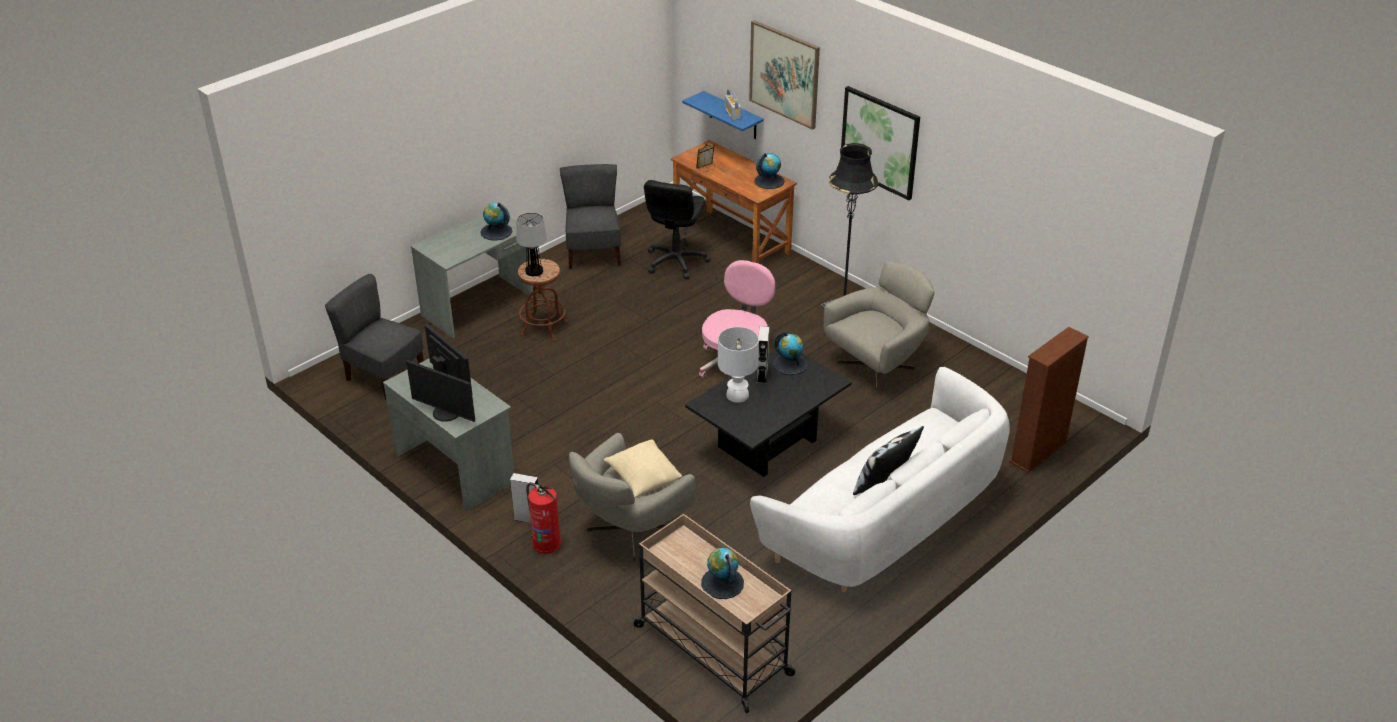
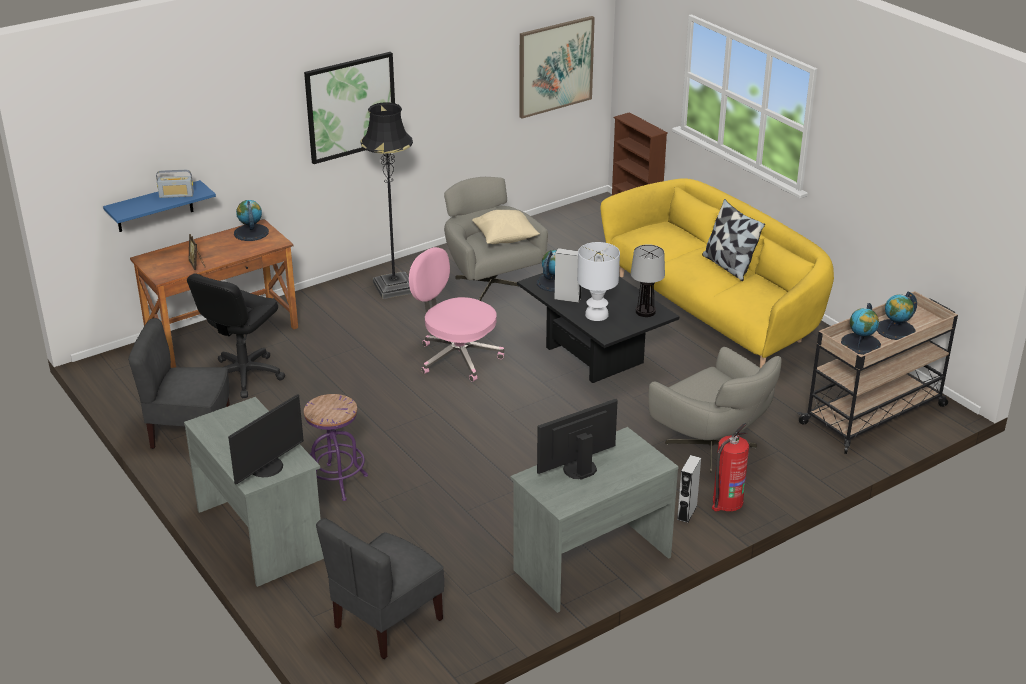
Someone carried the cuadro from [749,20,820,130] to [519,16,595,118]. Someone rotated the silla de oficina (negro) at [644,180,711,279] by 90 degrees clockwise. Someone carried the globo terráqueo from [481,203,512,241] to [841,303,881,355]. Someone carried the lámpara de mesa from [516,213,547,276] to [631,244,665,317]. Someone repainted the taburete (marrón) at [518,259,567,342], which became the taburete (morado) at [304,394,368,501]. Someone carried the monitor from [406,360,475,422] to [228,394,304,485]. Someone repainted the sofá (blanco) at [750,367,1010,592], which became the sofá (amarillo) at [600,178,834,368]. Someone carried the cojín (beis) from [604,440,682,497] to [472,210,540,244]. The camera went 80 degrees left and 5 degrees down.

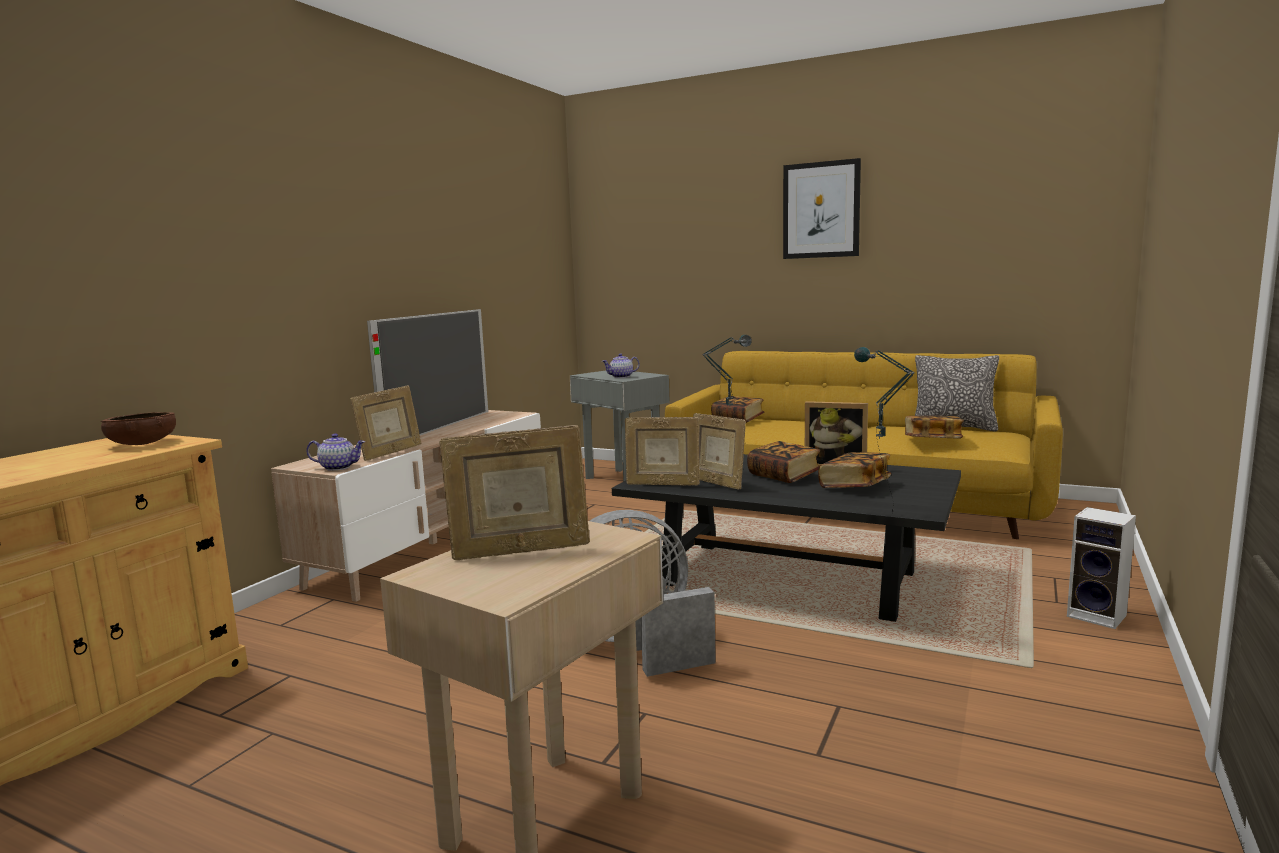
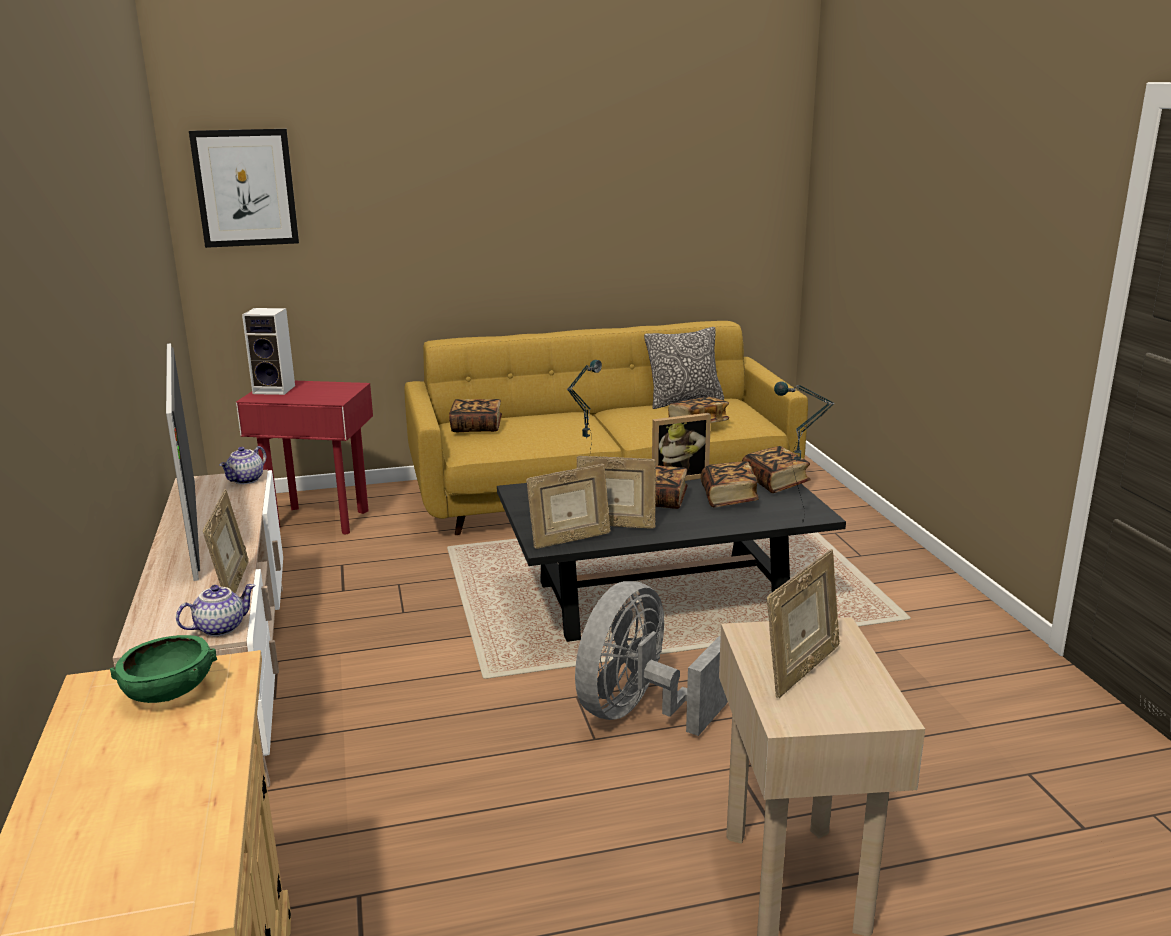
Someone carried the cuadro from [783,158,861,259] to [189,129,299,248]. Someone carried the tetera from [602,353,640,378] to [219,446,266,484]. Someone repainted the mesa auxiliar (gris) at [570,370,670,482], which became the mesa auxiliar (rojo) at [236,381,373,534]. Someone repainted the cuenco (marrón) at [101,412,176,445], which became the cuenco (verde) at [110,635,217,703]. Someone carried the altavoz from [1067,507,1136,629] to [242,308,295,395]. Someone put down the libro at [742,446,811,493]. The camera went 40 degrees left and 10 degrees up.

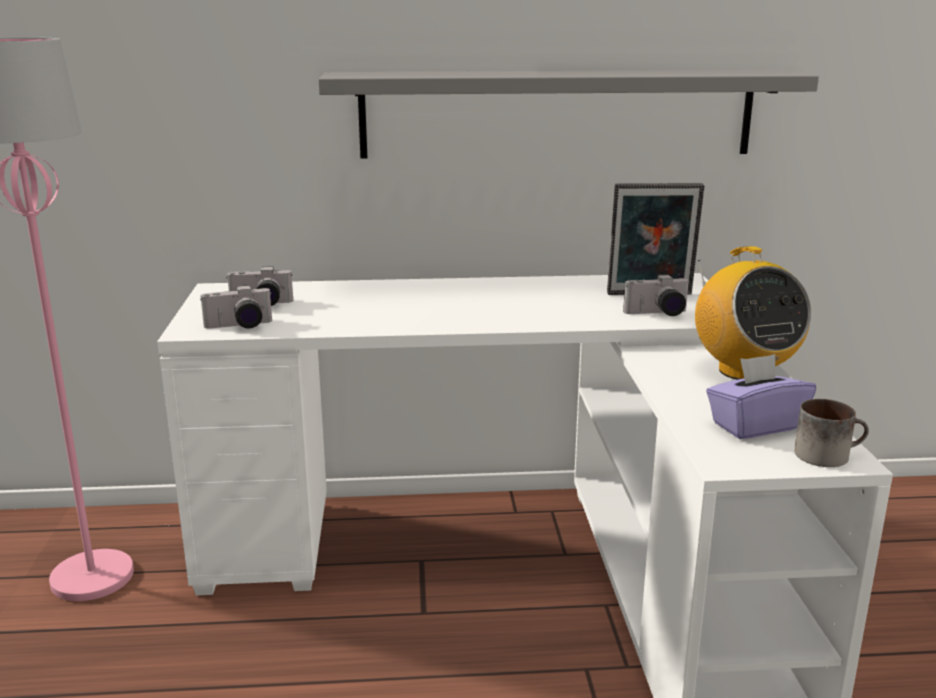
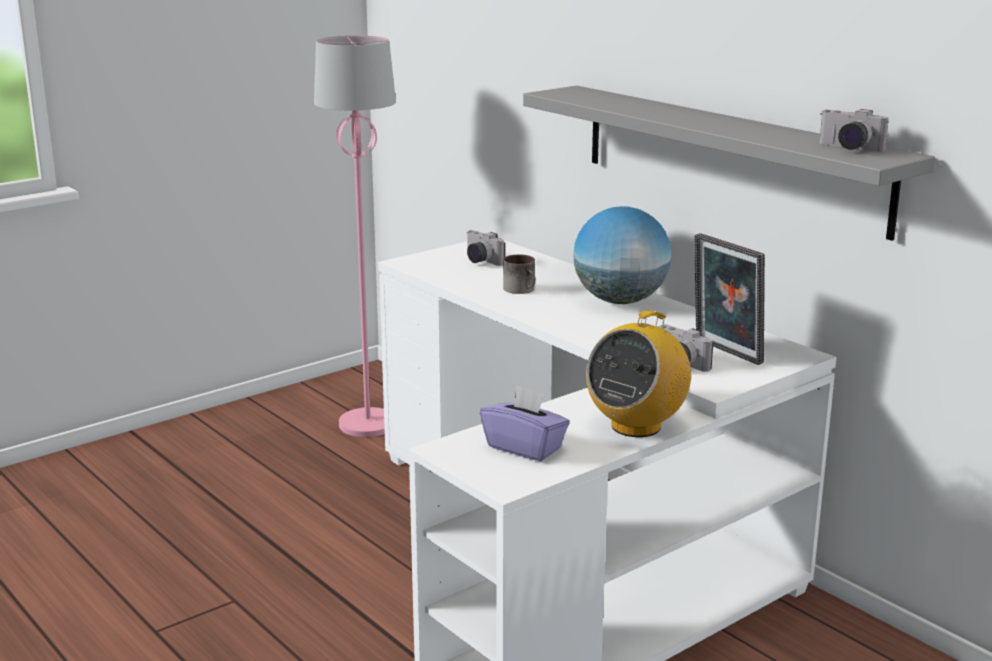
Someone carried the cámara from [200,285,272,329] to [819,109,889,152]. Someone carried the taza grande from [794,399,869,467] to [503,254,536,294]. Someone put down the globo terráqueo at [573,206,671,304]. The camera went 55 degrees right and 0 degrees up.

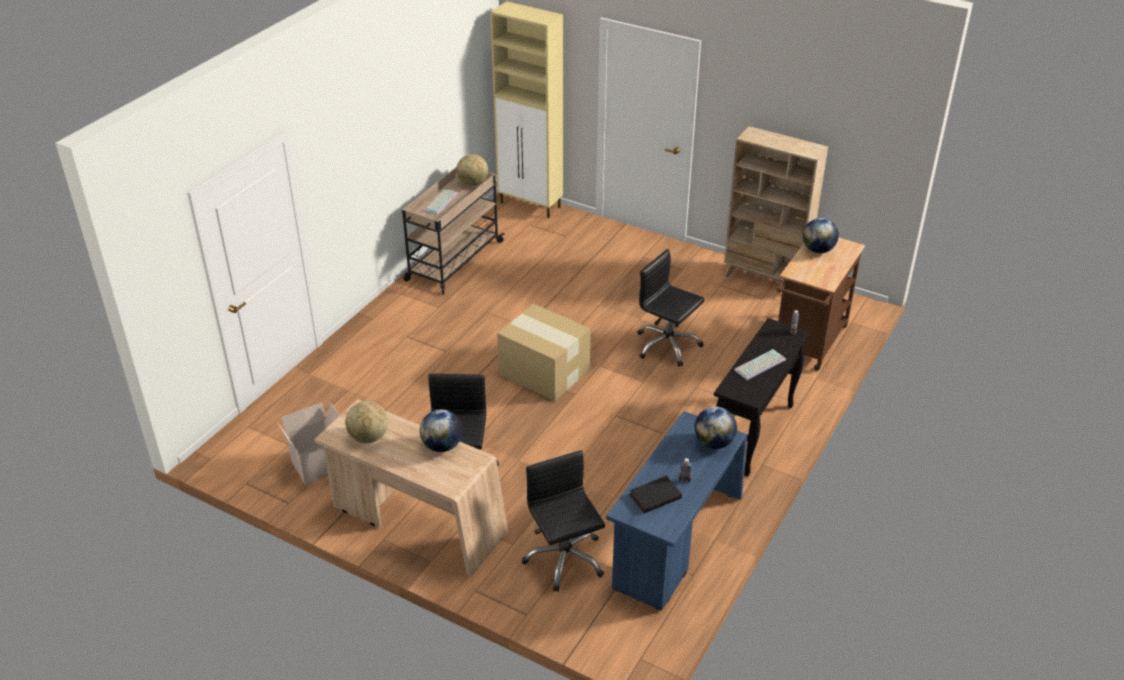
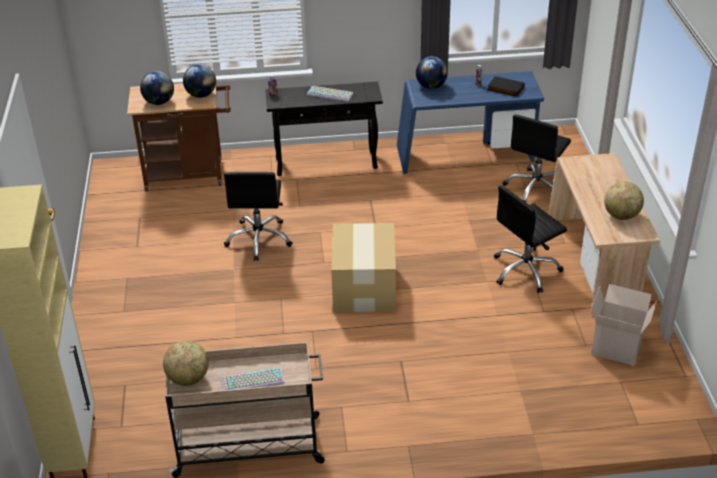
Someone took away the estantería (beis) at [724,126,828,282]. Someone carried the globo terráqueo from [420,410,462,452] to [183,64,216,98]. The camera went 125 degrees left and 0 degrees up.

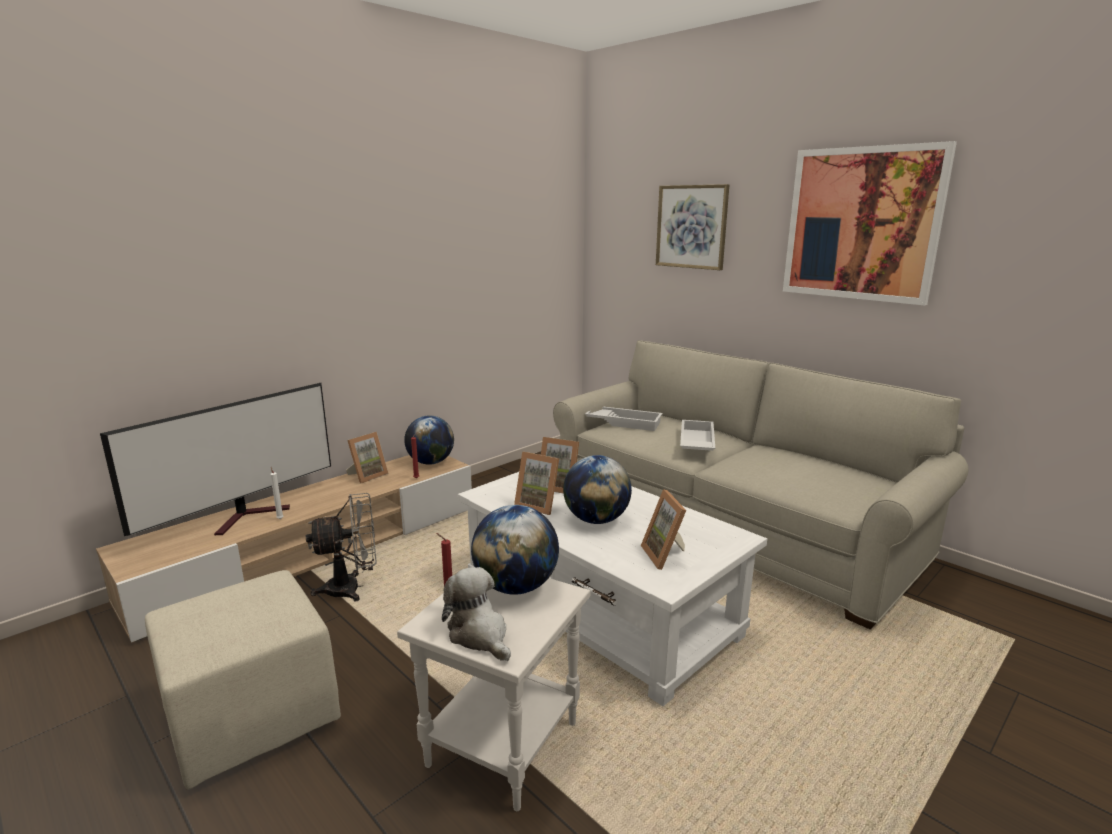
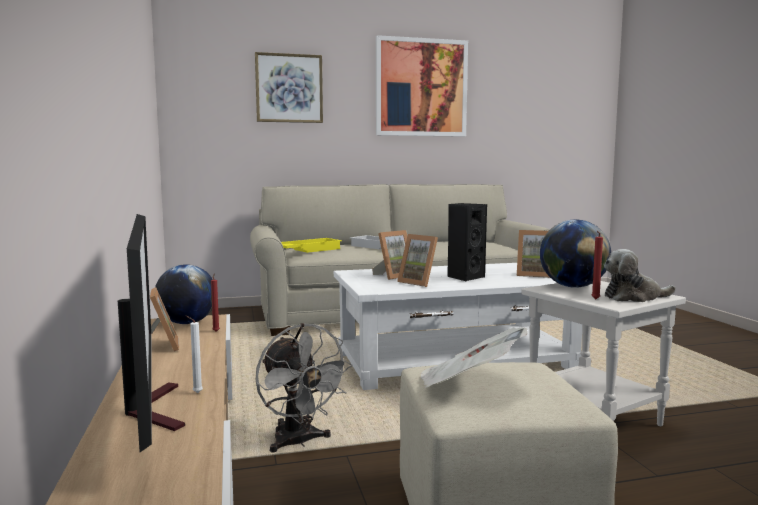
Someone repainted the bandeja (blanco) at [585,407,663,431], which became the bandeja (amarillo) at [281,238,342,253]. Someone rotated the portarretratos at [514,452,559,515] by 75 degrees clockwise. Someone swapped the globo terráqueo at [563,455,632,524] for the altavoz (negro) at [447,203,487,281]. Someone rotated the ventilador (gris) at [306,493,377,602] by 135 degrees clockwise. Someone put down the periódico at [421,327,528,388]. The camera went 60 degrees left and 10 degrees down.

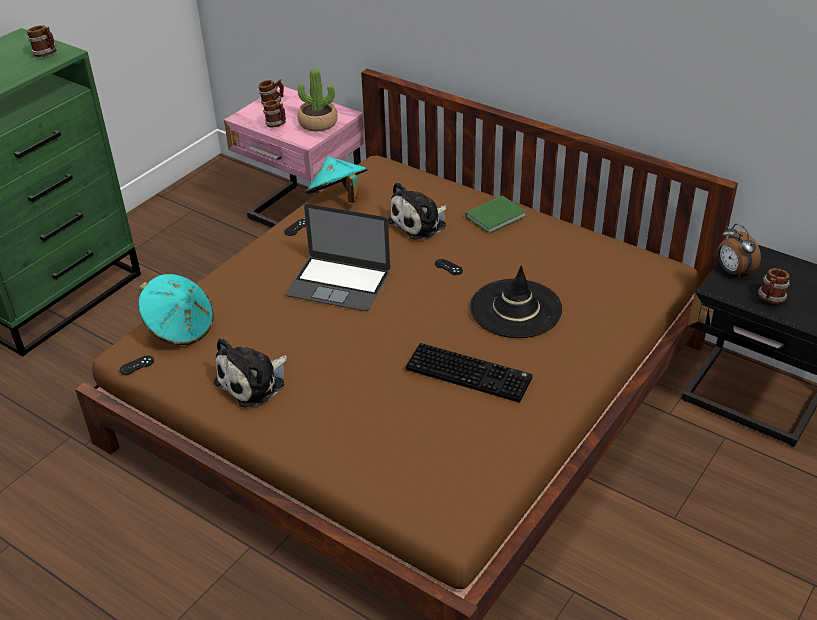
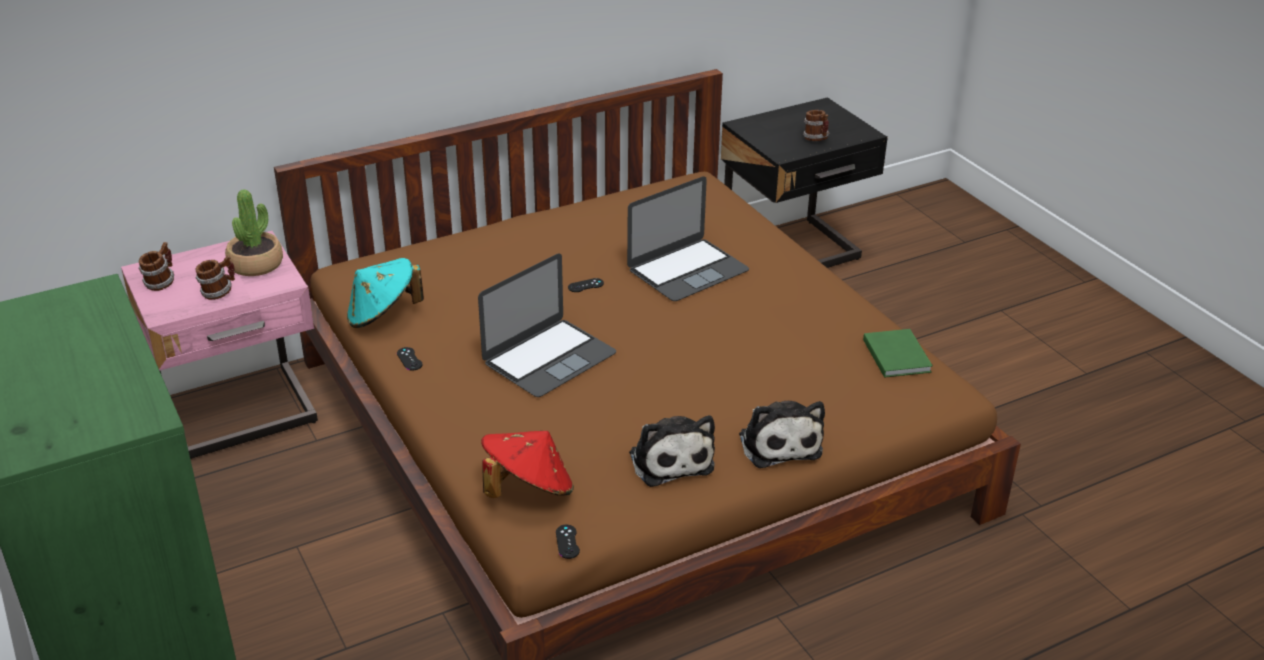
Someone took away the taza grande at [27,25,57,57]. Someone carried the peluche from [388,182,447,240] to [739,401,825,468]. Someone carried the libro (verde) from [465,195,527,234] to [863,329,933,378]. Someone took away the despertador at [717,224,761,278]. Someone swapped the sombrero (negro) at [470,265,562,338] for the portátil at [627,176,749,301]. Someone repainted the sombrero (turquesa) at [138,274,213,345], which became the sombrero (rojo) at [481,431,574,498]. Someone took away the teclado at [406,343,532,403]. The camera went 65 degrees left and 5 degrees down.

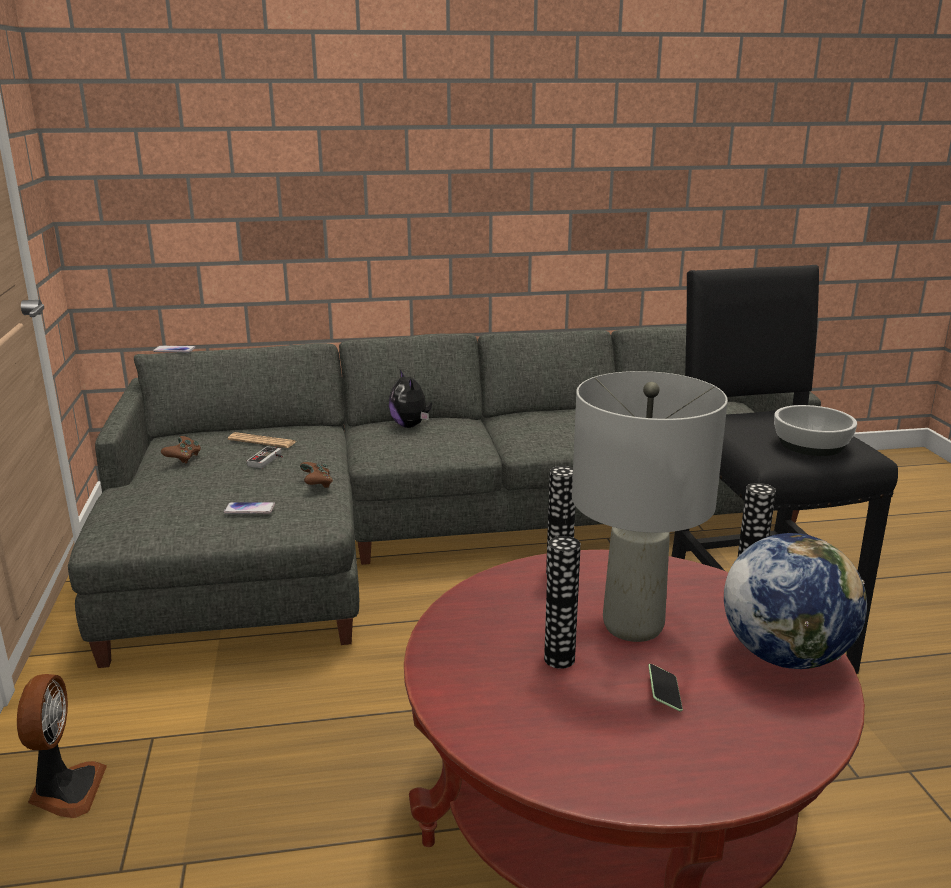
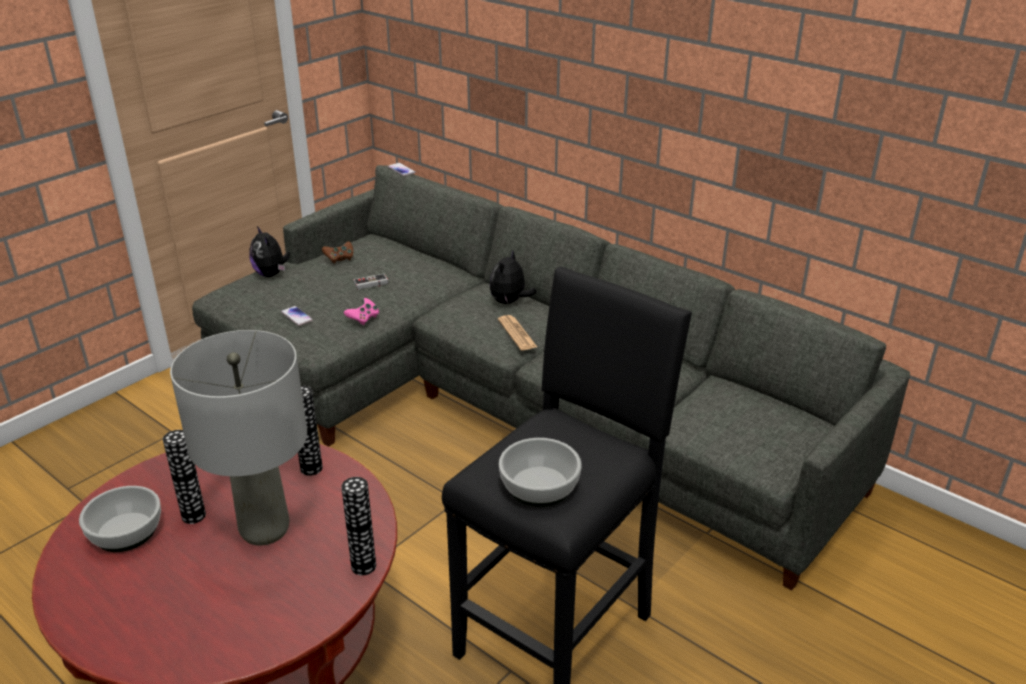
Someone carried the periódico from [228,432,296,448] to [498,315,537,350]. Someone repainted the mando de consola (marrón) at [300,462,333,488], which became the mando de consola (rosa) at [344,298,379,325]. Someone took away the globo terráqueo at [724,533,867,669]. Someone took away the móvil at [648,664,683,712]. Someone took away the ventilador at [17,674,107,818]. Someone put down the peluche at [249,226,290,277]. Someone put down the cuenco at [79,486,161,552]. The camera went 50 degrees right and 10 degrees up.

